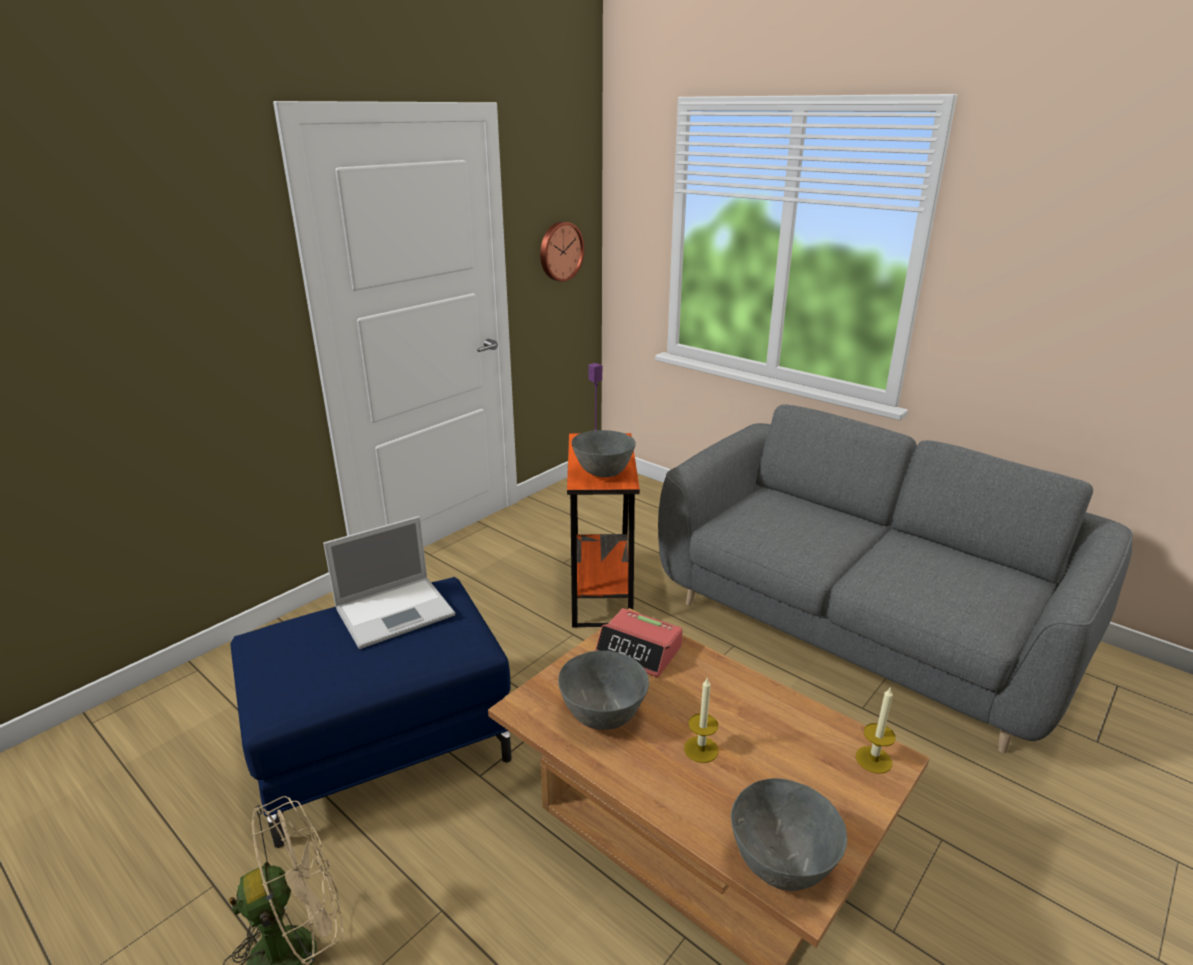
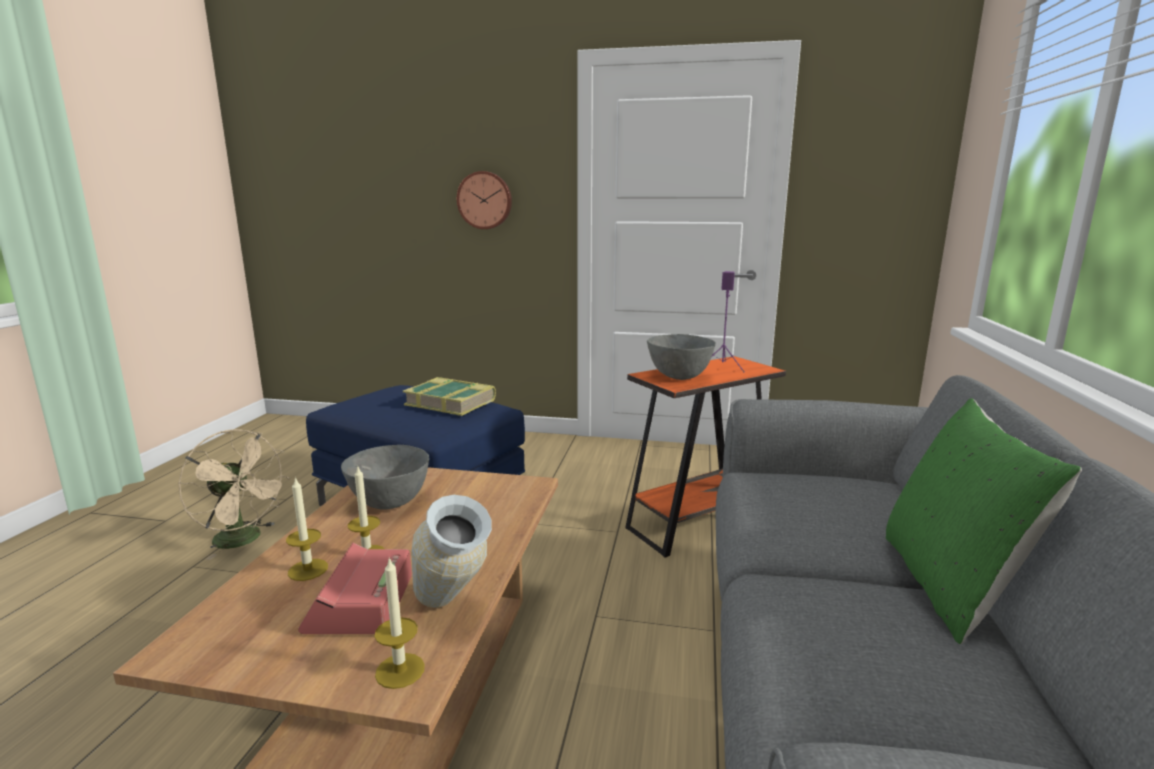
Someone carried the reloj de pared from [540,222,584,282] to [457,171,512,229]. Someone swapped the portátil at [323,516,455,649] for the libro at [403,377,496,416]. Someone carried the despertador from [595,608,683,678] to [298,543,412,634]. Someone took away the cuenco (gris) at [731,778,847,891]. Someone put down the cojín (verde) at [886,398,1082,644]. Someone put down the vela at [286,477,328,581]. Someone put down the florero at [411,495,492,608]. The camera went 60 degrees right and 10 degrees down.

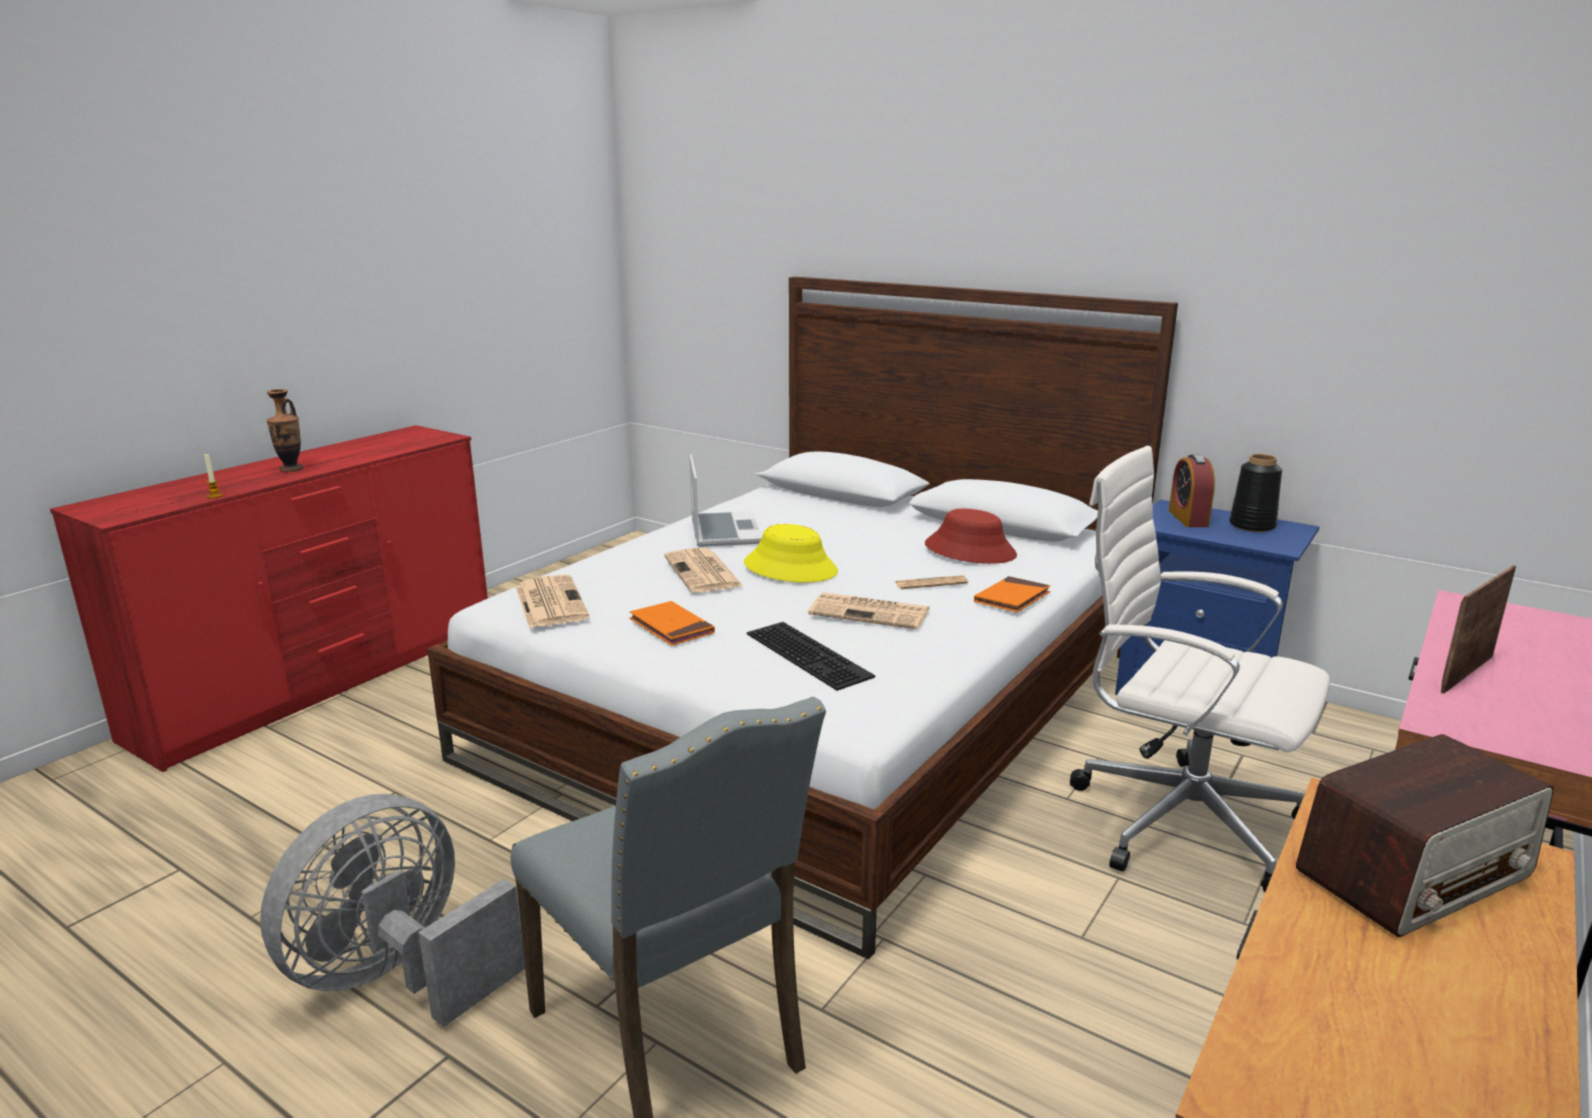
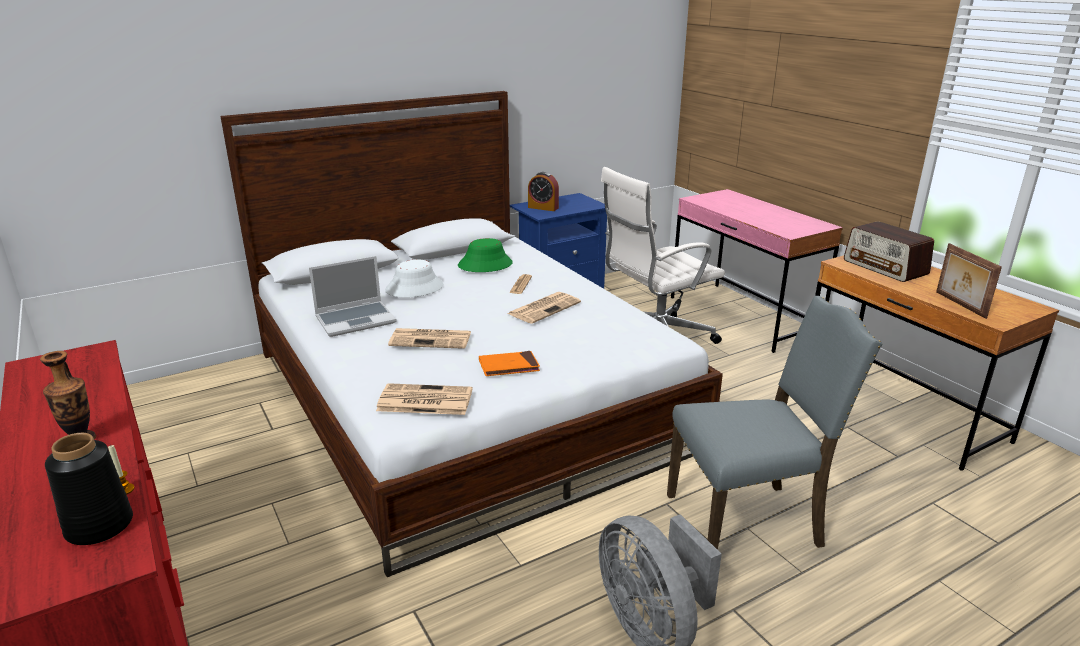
Someone rotated the portátil at [689,454,763,547] by 135 degrees clockwise. Someone carried the florero (negro) from [1229,454,1282,532] to [45,433,133,545]. Someone repainted the sombrero (rojo) at [925,509,1017,564], which became the sombrero (verde) at [458,238,513,272]. Someone took away the sombrero (amarillo) at [744,524,838,583]. Someone carried the portarretratos from [1441,565,1516,694] to [936,243,1002,319]. Someone took away the libro (naranja) at [974,576,1050,612]. Someone took away the teclado at [747,622,875,691]. Someone rotated the radio at [1296,734,1554,937] by 150 degrees clockwise. Someone put down the sombrero (blanco) at [385,260,443,297]. The camera went 65 degrees left and 5 degrees up.

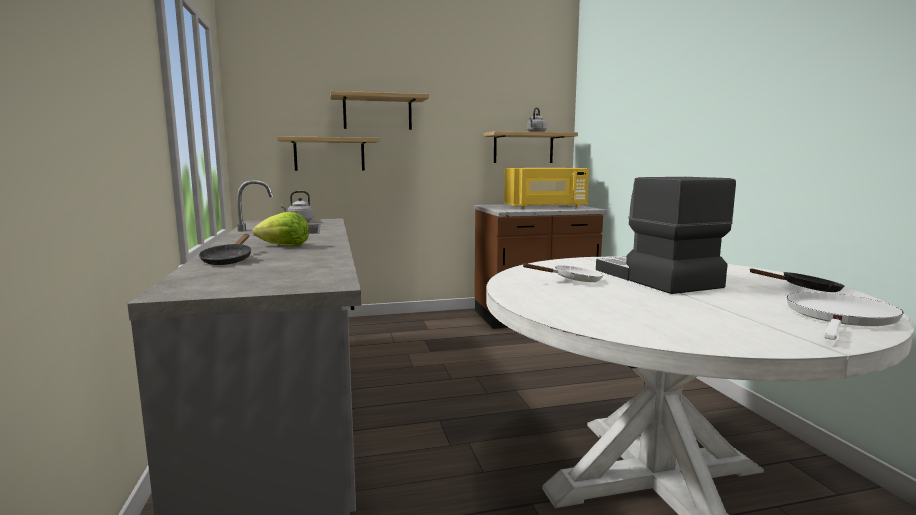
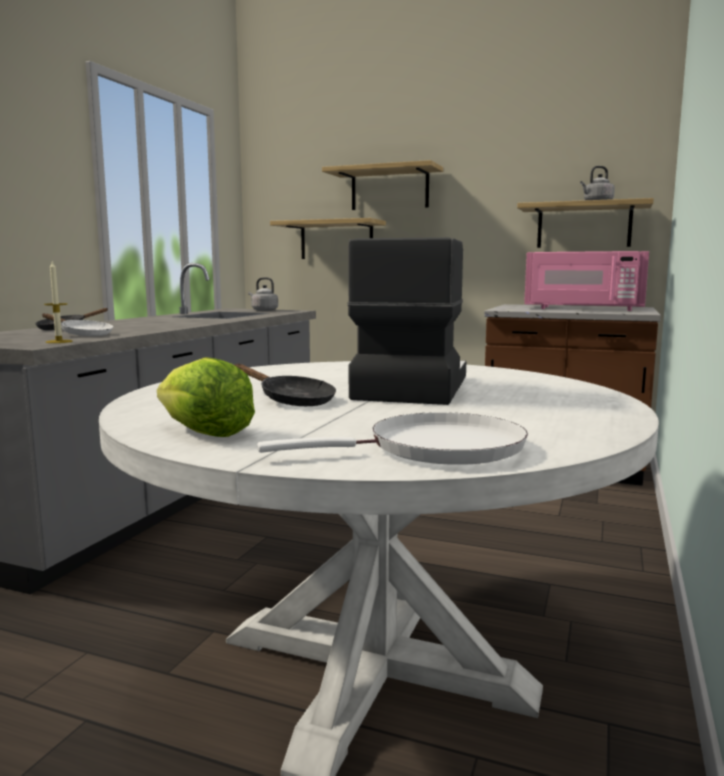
Someone repainted the microondas (amarillo) at [504,168,589,209], which became the microondas (rosa) at [524,251,649,311]. Someone carried the lechuga from [253,212,309,246] to [157,357,255,437]. Someone carried the sartén (blanco) from [522,263,603,282] to [42,313,113,336]. Someone carried the sartén (negro) from [749,269,844,292] to [234,364,336,406]. Someone put down the vela at [44,262,72,343]. The camera went 35 degrees right and 0 degrees up.

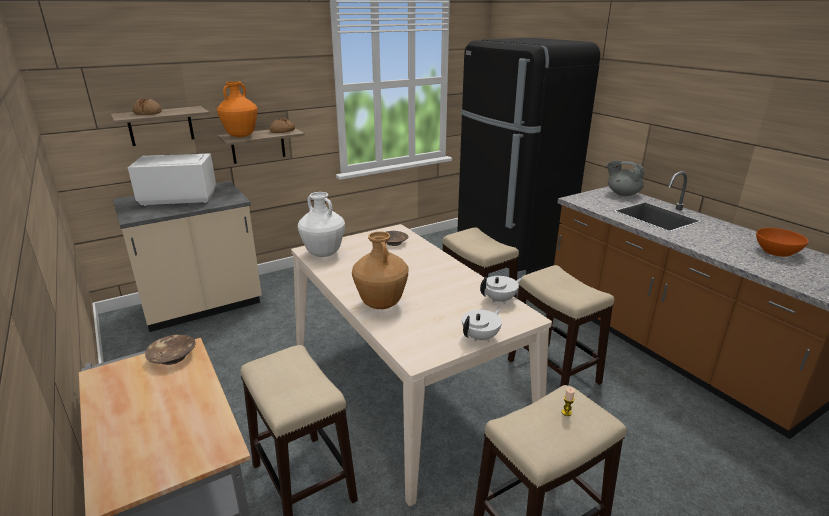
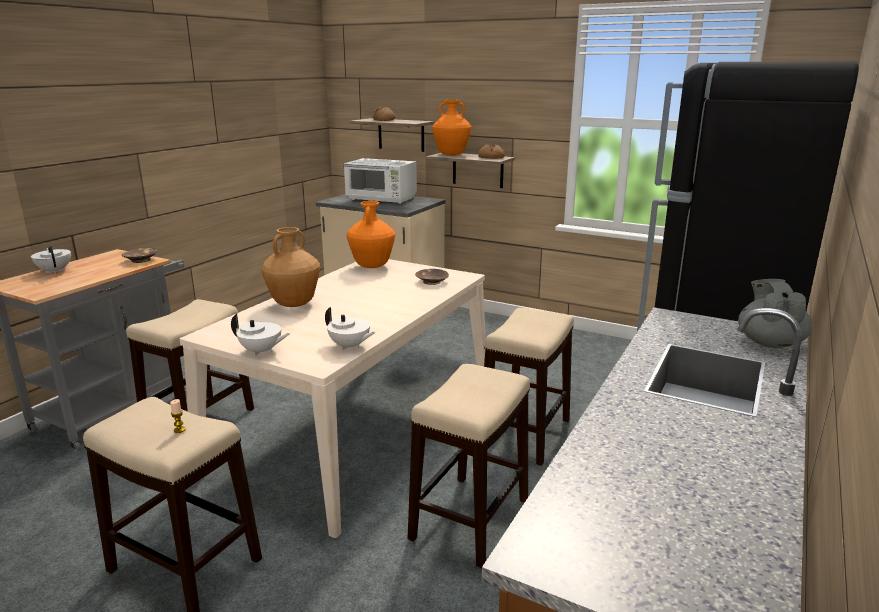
Someone rotated the microondas (blanco) at [128,153,216,206] by 150 degrees clockwise. Someone repainted the florero (blanco) at [298,192,345,257], which became the florero (naranja) at [347,201,395,268]. Someone took away the cuenco (naranja) at [756,228,808,257]. Someone put down the tetera (blanco) at [31,246,71,274]. The camera went 60 degrees right and 5 degrees down.

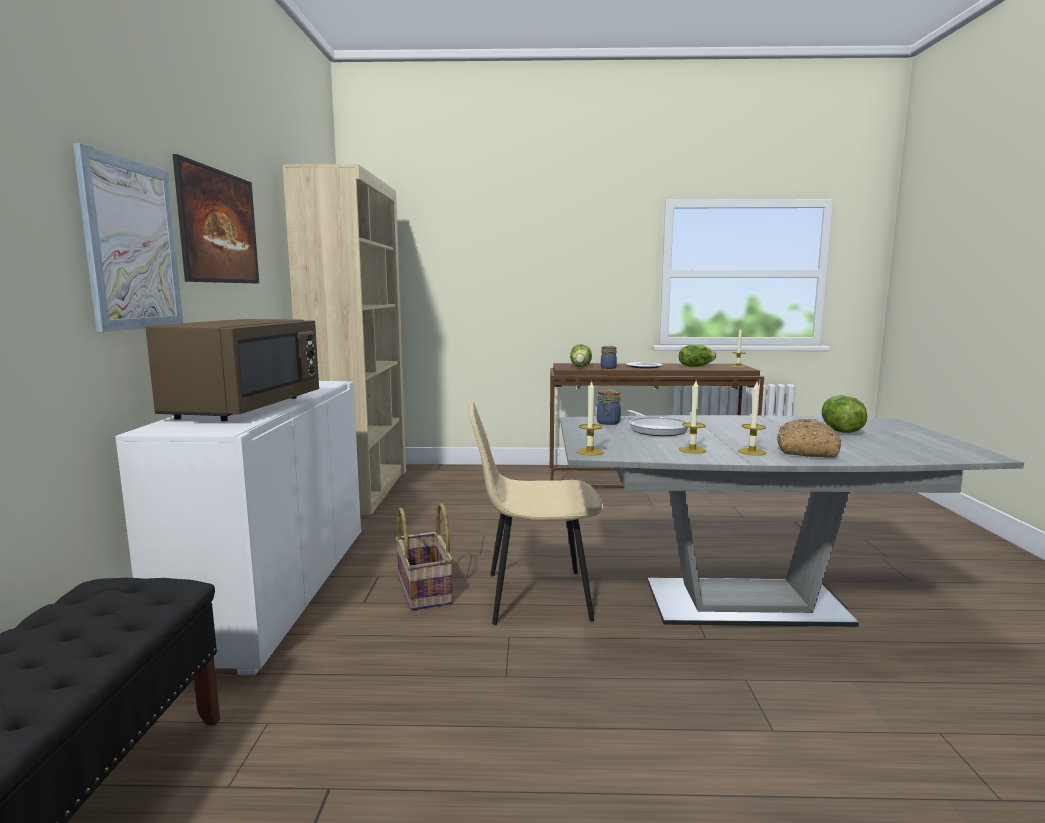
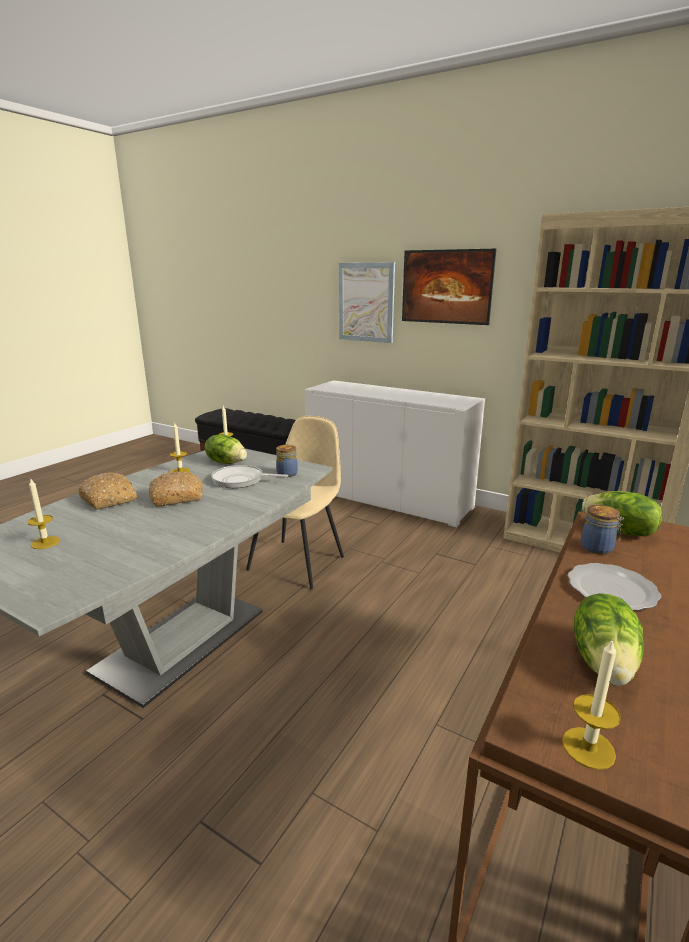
Someone took away the microondas (marrón) at [145,319,319,421]. Someone carried the vela from [738,382,766,456] to [27,479,60,549]. Someone carried the lechuga from [822,395,867,433] to [205,434,247,464]. Someone took away the cesta at [395,503,453,611]. Someone put down the pan at [149,472,203,507]. The camera went 120 degrees right and 10 degrees up.

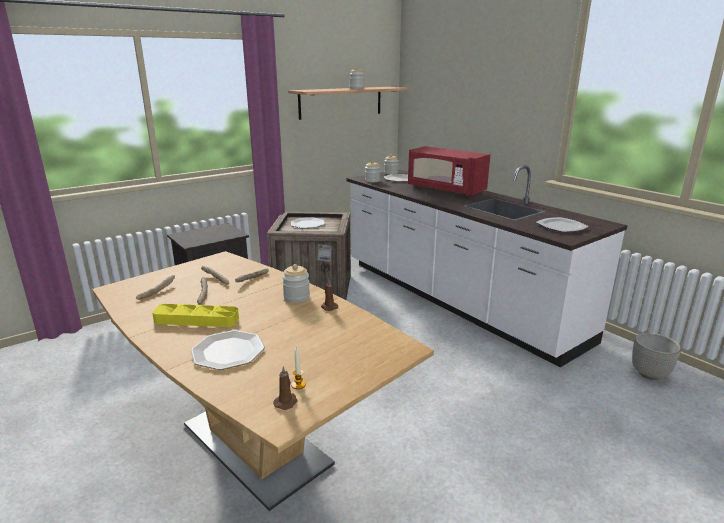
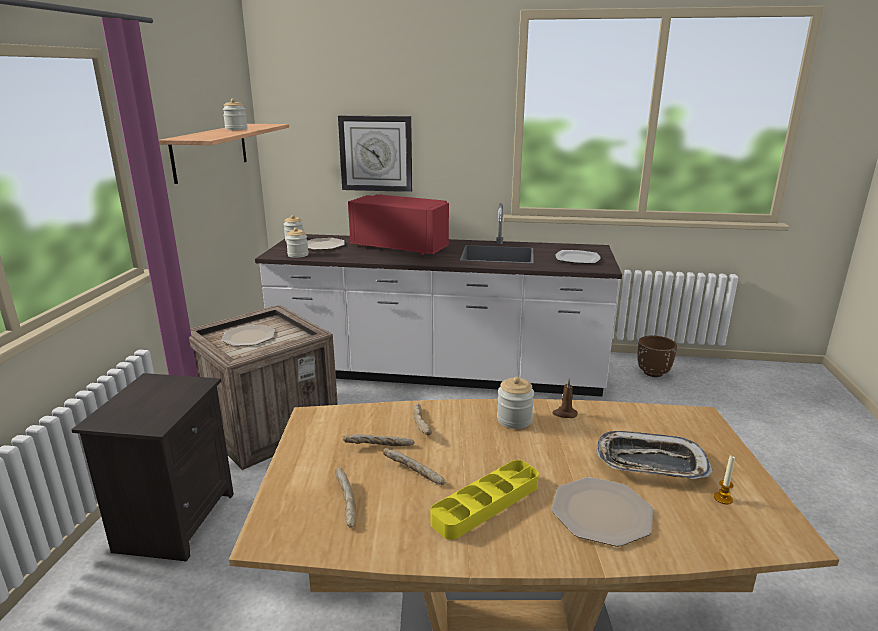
Someone rotated the microondas (rojo) at [408,146,490,196] by 150 degrees counterclockwise. Someone repainted the maceta (gris) at [632,333,681,380], which became the maceta (marrón) at [637,335,677,377]. Someone took away the vela (marrón) at [273,366,298,410]. Someone put up the reloj de pared at [338,116,412,192]. Someone put down the bandeja at [596,431,713,479]. The camera went 45 degrees left and 0 degrees up.

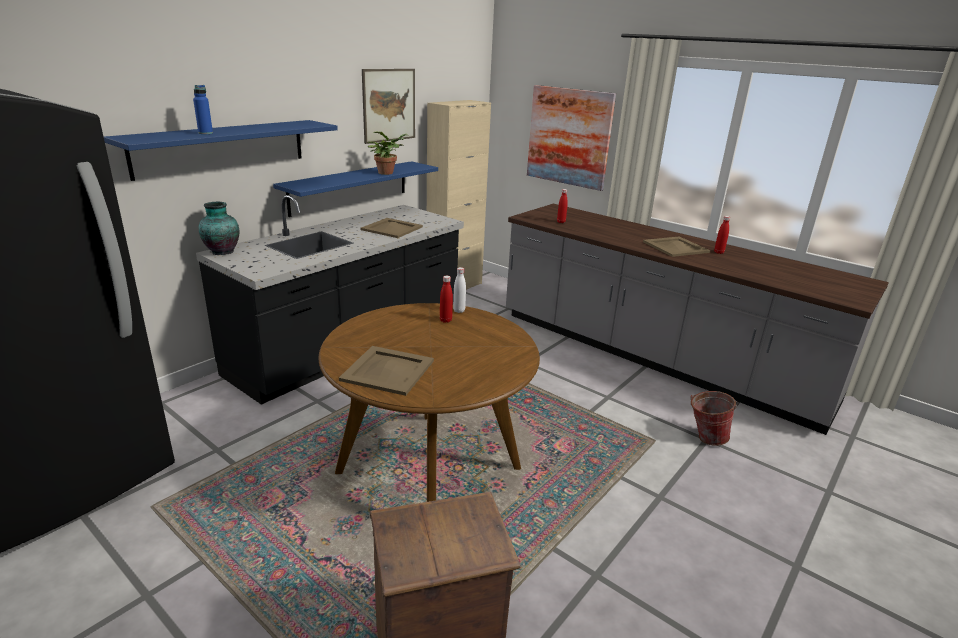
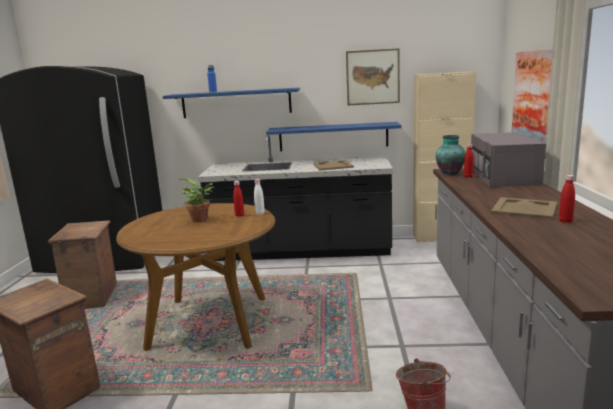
Someone carried the planta en maceta from [368,131,408,175] to [179,178,214,222]. Someone carried the florero from [198,202,239,255] to [436,135,466,175]. Someone took away the bandeja (beis) at [339,346,434,396]. Someone put down the microondas (gris) at [471,132,546,187]. Someone put down the caja de embalaje at [48,221,117,309]. The camera went 55 degrees right and 10 degrees down.

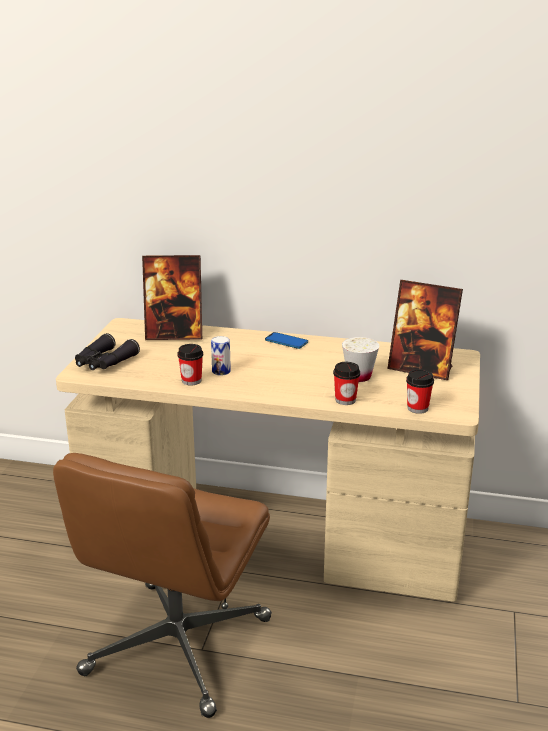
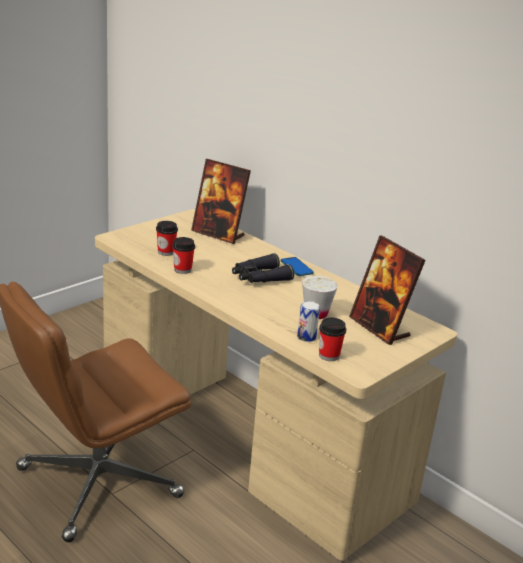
Someone carried the prismáticos (negro) from [75,333,140,370] to [232,253,294,283]. Someone carried the lata from [211,336,231,375] to [297,301,320,342]. Someone carried the taza from [333,362,360,405] to [156,221,178,256]. The camera went 30 degrees right and 0 degrees up.

